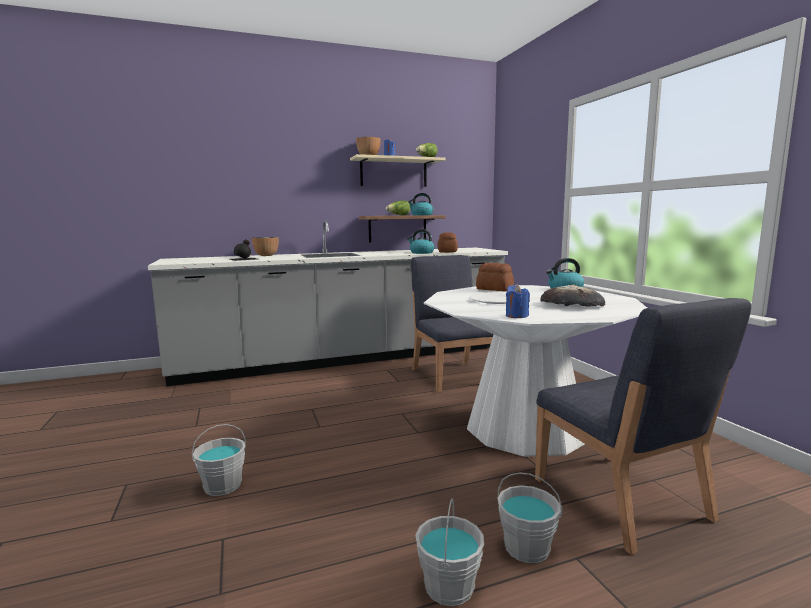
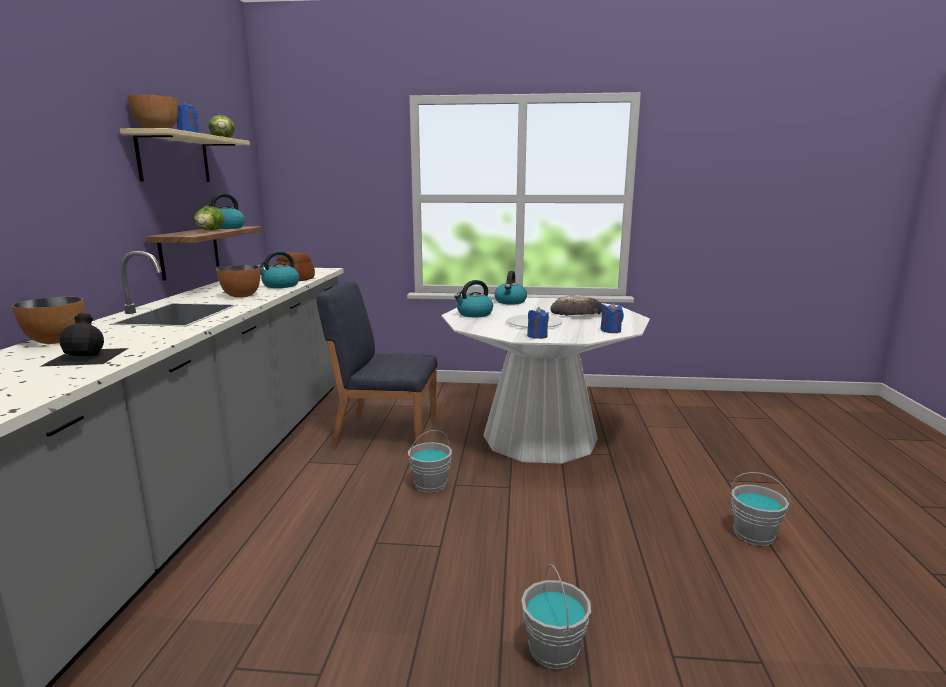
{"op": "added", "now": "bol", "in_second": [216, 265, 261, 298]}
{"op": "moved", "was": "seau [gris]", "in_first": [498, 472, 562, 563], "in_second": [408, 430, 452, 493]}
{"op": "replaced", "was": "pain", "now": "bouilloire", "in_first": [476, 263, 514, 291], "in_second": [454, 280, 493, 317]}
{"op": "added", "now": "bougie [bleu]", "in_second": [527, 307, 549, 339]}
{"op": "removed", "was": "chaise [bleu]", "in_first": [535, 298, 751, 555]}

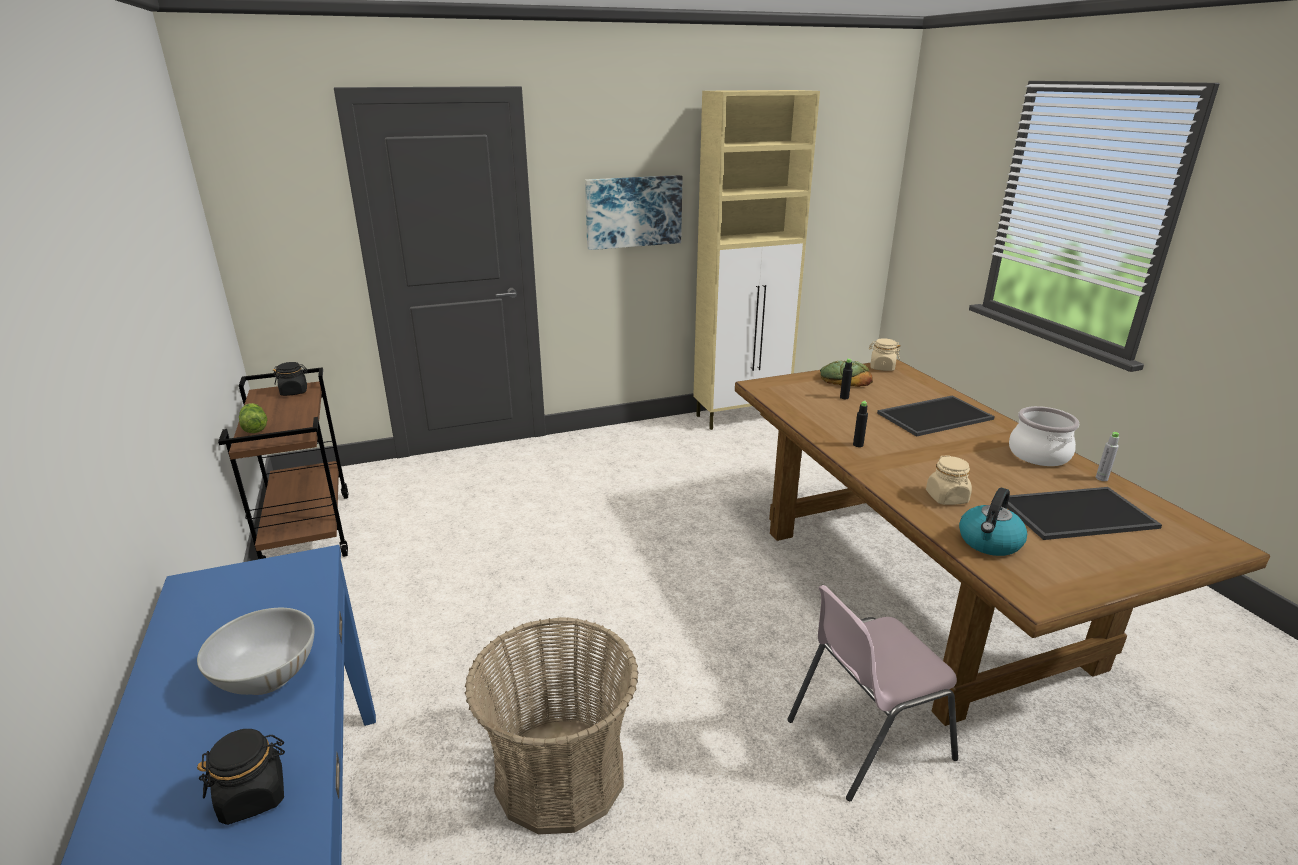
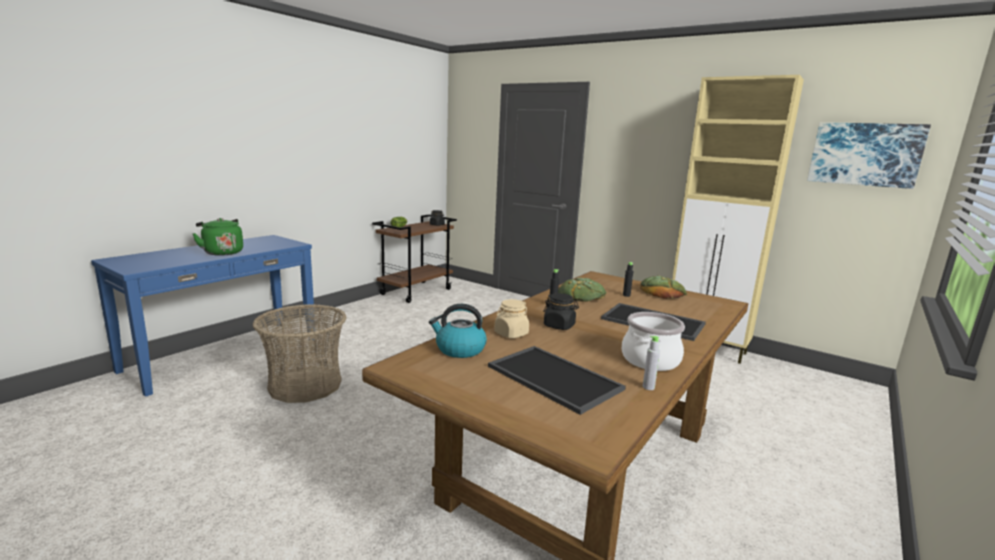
{"op": "replaced", "was": "bol [blanc]", "now": "bouilloire [vert]", "in_first": [197, 608, 315, 695], "in_second": [192, 218, 243, 256]}
{"op": "moved", "was": "bocal [noir]", "in_first": [197, 729, 285, 825], "in_second": [543, 293, 579, 330]}
{"op": "added", "now": "pain", "in_second": [558, 278, 606, 302]}
{"op": "moved", "was": "tableau", "in_first": [585, 175, 682, 250], "in_second": [807, 122, 931, 189]}
{"op": "removed", "was": "chaise [rose]", "in_first": [787, 585, 958, 801]}
{"op": "removed", "was": "bocal [beige]", "in_first": [869, 338, 901, 371]}

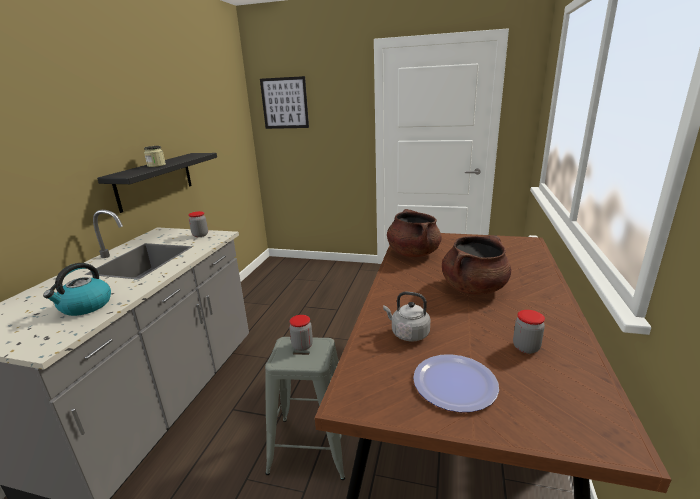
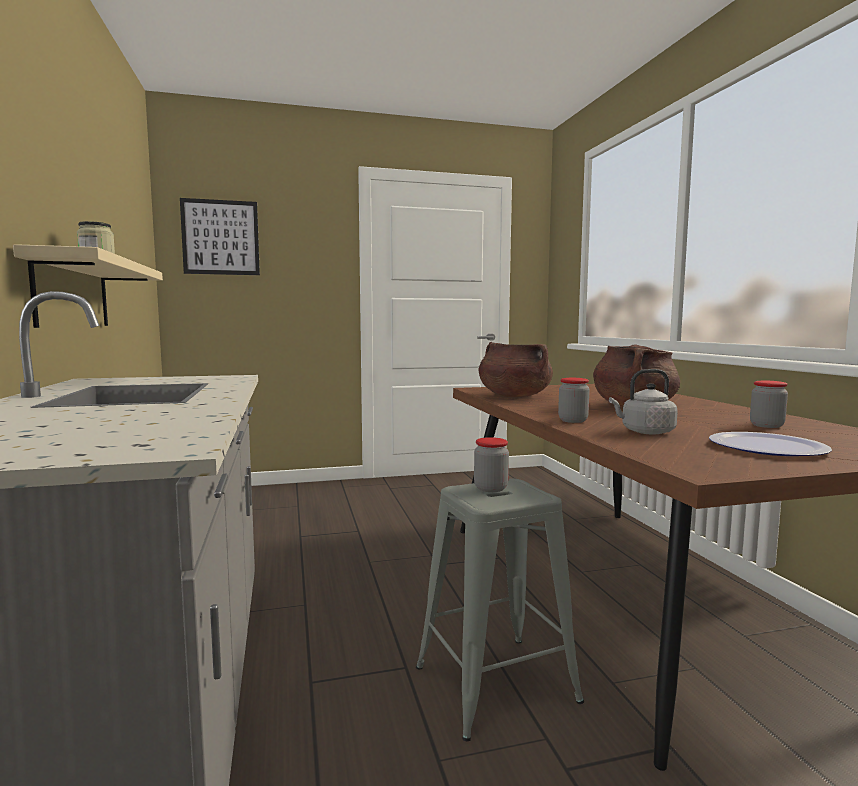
{"op": "recoloured", "was": "étagère [noir]", "now": "étagère [beige]", "in_first": [97, 153, 217, 213], "in_second": [13, 244, 163, 328]}
{"op": "moved", "was": "bocal", "in_first": [188, 211, 208, 237], "in_second": [558, 378, 590, 423]}
{"op": "removed", "was": "bouilloire", "in_first": [43, 263, 111, 316]}

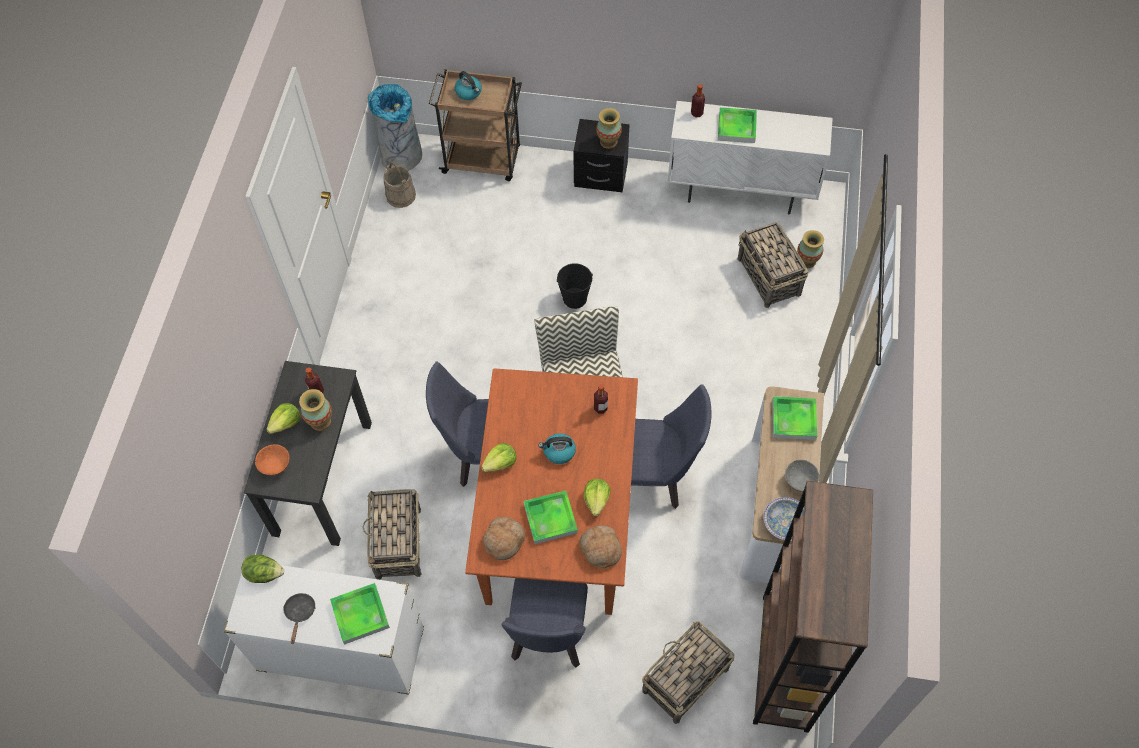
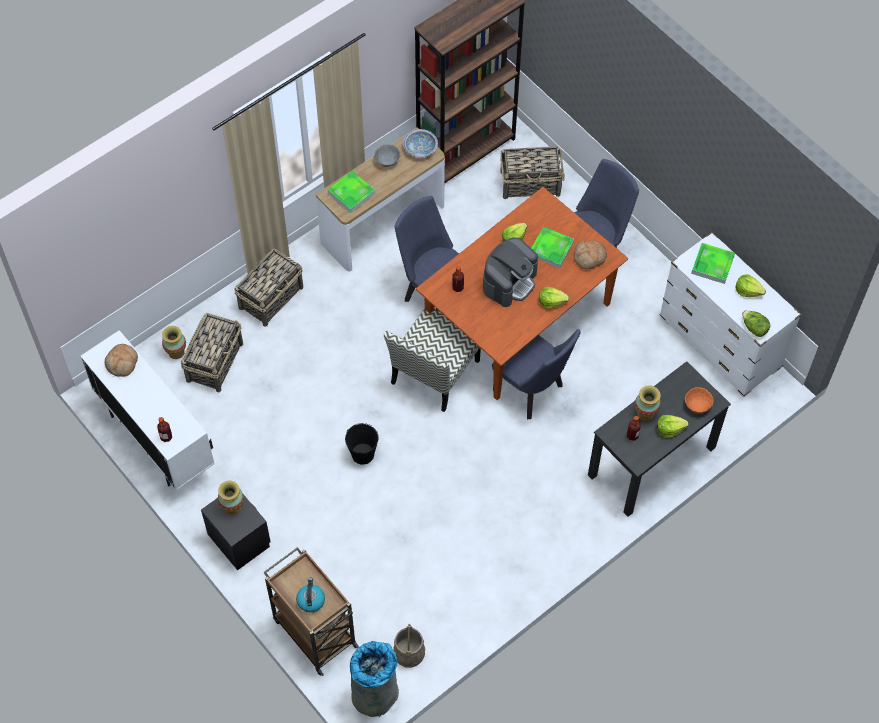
{"op": "moved", "was": "pain", "in_first": [579, 525, 622, 568], "in_second": [105, 344, 138, 377]}
{"op": "moved", "was": "panier", "in_first": [362, 489, 422, 580], "in_second": [234, 248, 303, 327]}
{"op": "replaced", "was": "bouilloire", "now": "machine à café", "in_first": [538, 433, 576, 464], "in_second": [483, 238, 538, 307]}
{"op": "replaced", "was": "poêle [noir]", "now": "laitue", "in_first": [283, 593, 316, 644], "in_second": [735, 274, 766, 297]}
{"op": "removed", "was": "plateau", "in_first": [718, 107, 757, 143]}

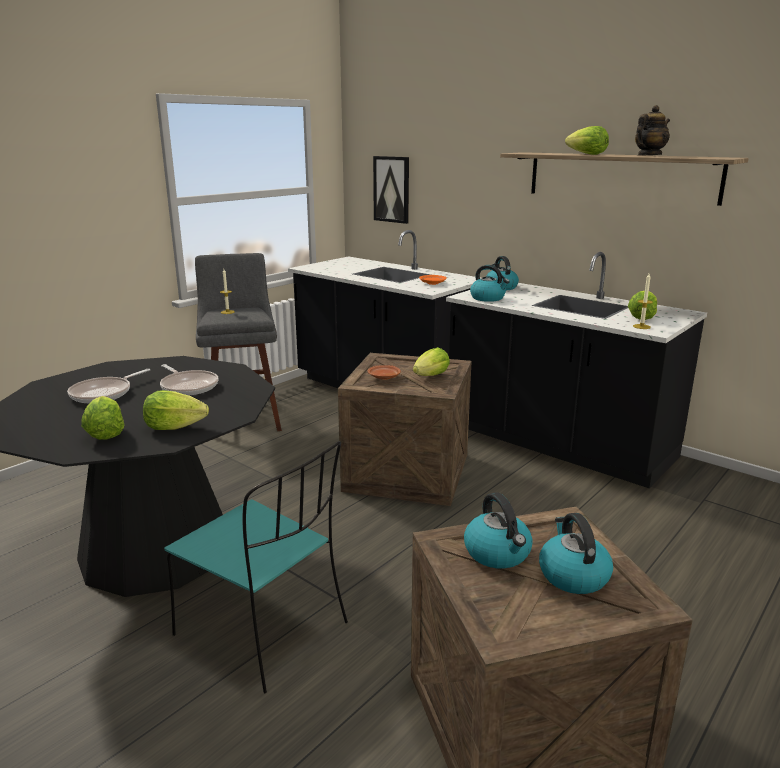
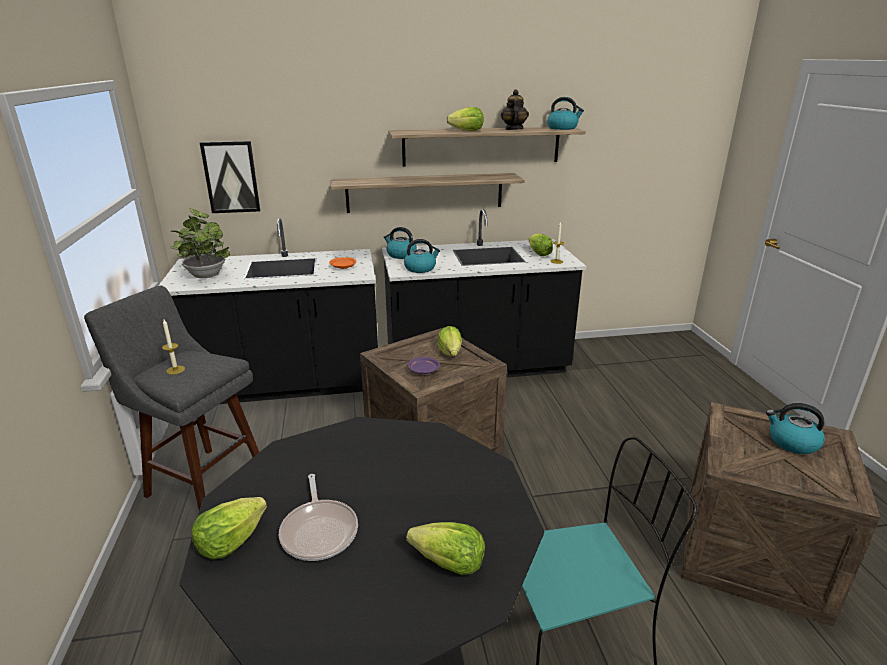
{"op": "added", "now": "plante en pot", "in_second": [170, 208, 230, 278]}
{"op": "moved", "was": "laitue", "in_first": [143, 390, 209, 430], "in_second": [191, 497, 267, 560]}
{"op": "added", "now": "étagère", "in_second": [331, 173, 524, 213]}
{"op": "recoloured", "was": "assiette [marron]", "now": "assiette [violet]", "in_first": [367, 365, 401, 380], "in_second": [408, 357, 440, 374]}
{"op": "moved", "was": "bouilloire", "in_first": [464, 492, 533, 569], "in_second": [547, 97, 584, 130]}
{"op": "removed", "was": "poêle", "in_first": [160, 364, 219, 395]}

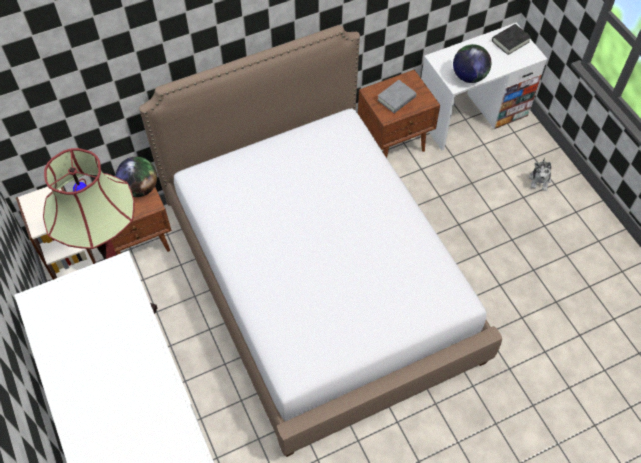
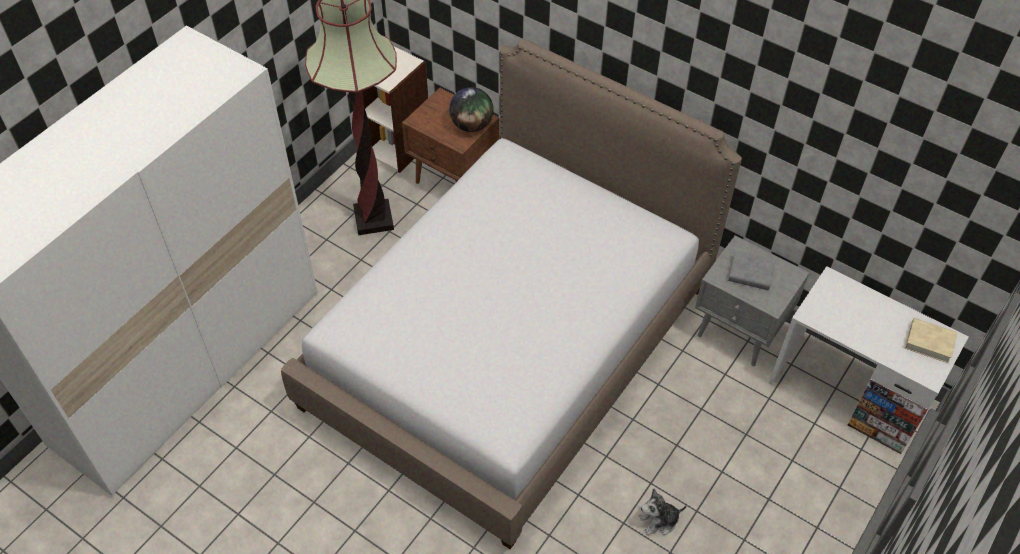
{"op": "moved", "was": "peluche", "in_first": [529, 158, 551, 191], "in_second": [639, 488, 687, 535]}
{"op": "recoloured", "was": "table de chevet [marron]", "now": "table de chevet [gris]", "in_first": [358, 70, 440, 158], "in_second": [695, 235, 810, 366]}
{"op": "recoloured", "was": "livre [noir]", "now": "livre [beige]", "in_first": [492, 24, 531, 55], "in_second": [905, 318, 958, 363]}
{"op": "removed", "was": "globe", "in_first": [453, 44, 491, 83]}

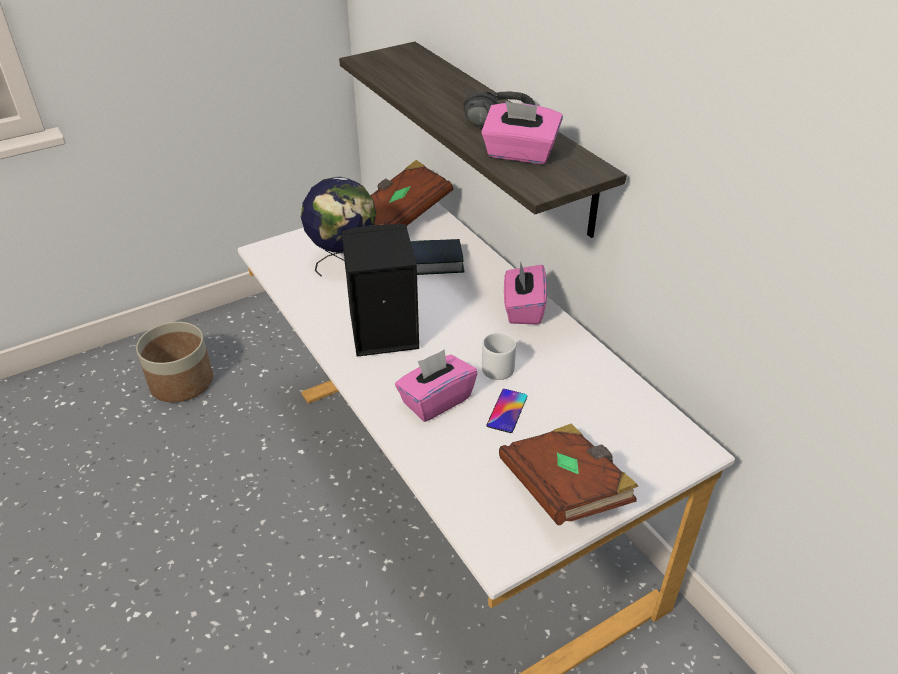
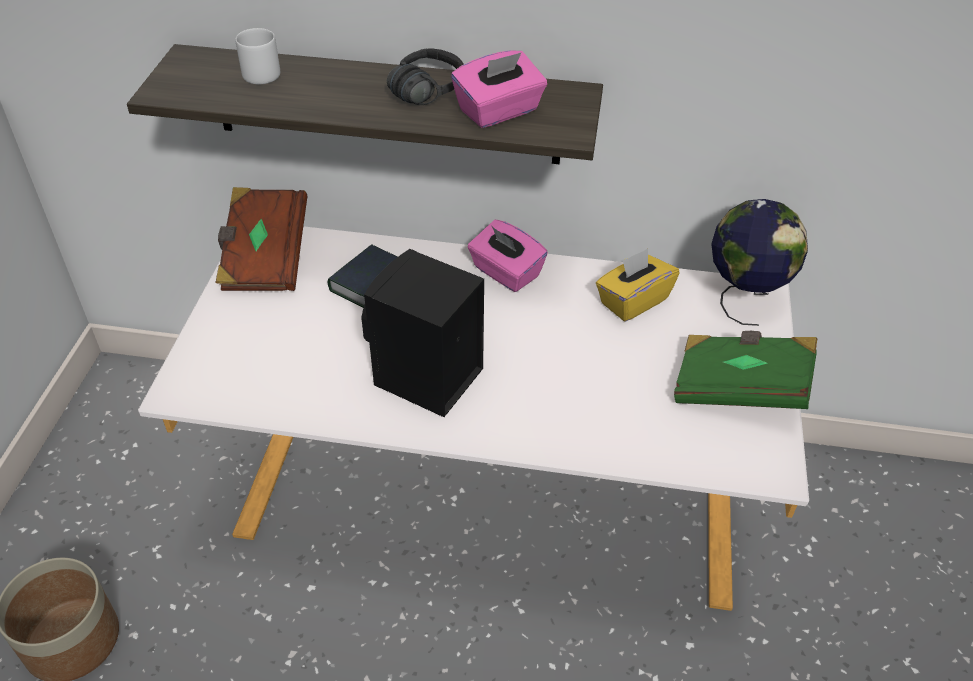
{"op": "moved", "was": "mug [blanc]", "in_first": [482, 332, 516, 380], "in_second": [235, 28, 280, 84]}
{"op": "added", "now": "boîte à mouchoirs [jaune]", "in_second": [596, 248, 679, 322]}
{"op": "recoloured", "was": "livre [marron]", "now": "livre [vert]", "in_first": [499, 424, 638, 526], "in_second": [674, 331, 817, 409]}
{"op": "moved", "was": "globe", "in_first": [301, 177, 376, 277], "in_second": [711, 199, 808, 326]}
{"op": "removed", "was": "boîte à mouchoirs [rose]", "in_first": [395, 349, 478, 422]}
{"op": "removed", "was": "téléphone", "in_first": [486, 389, 528, 433]}

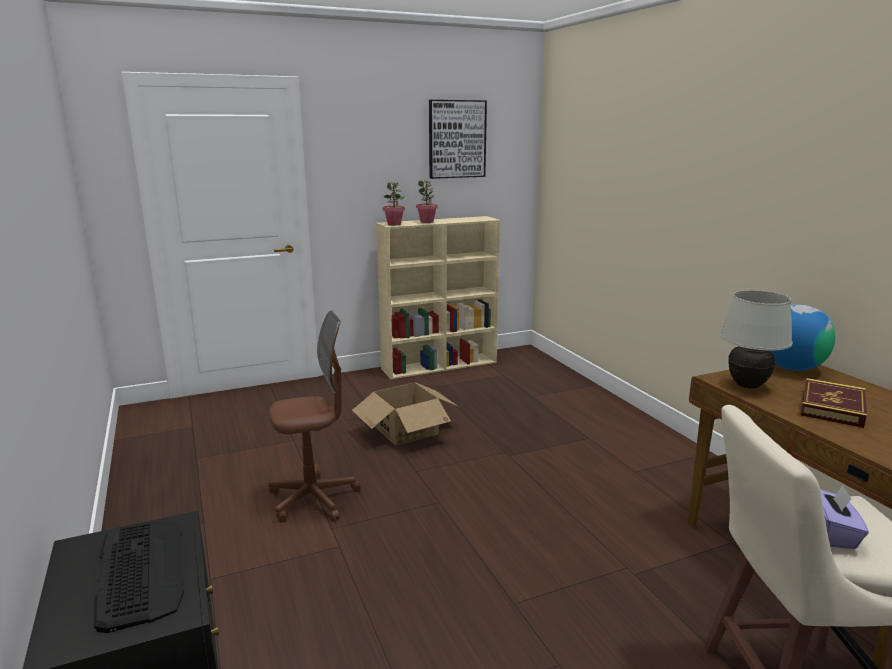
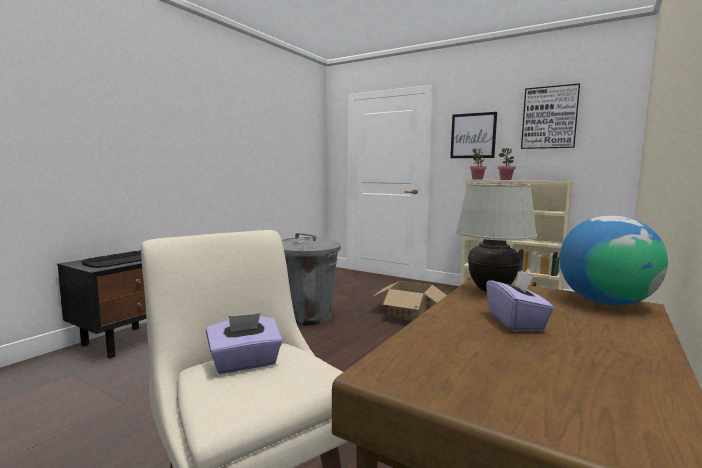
{"op": "replaced", "was": "chaise de bureau [marron]", "now": "poubelle [gris]", "in_first": [269, 310, 361, 523], "in_second": [282, 233, 341, 326]}
{"op": "added", "now": "tableau", "in_second": [450, 112, 497, 158]}
{"op": "replaced", "was": "livre", "now": "boîte à mouchoirs [violet]", "in_first": [800, 378, 867, 428], "in_second": [486, 271, 554, 331]}

